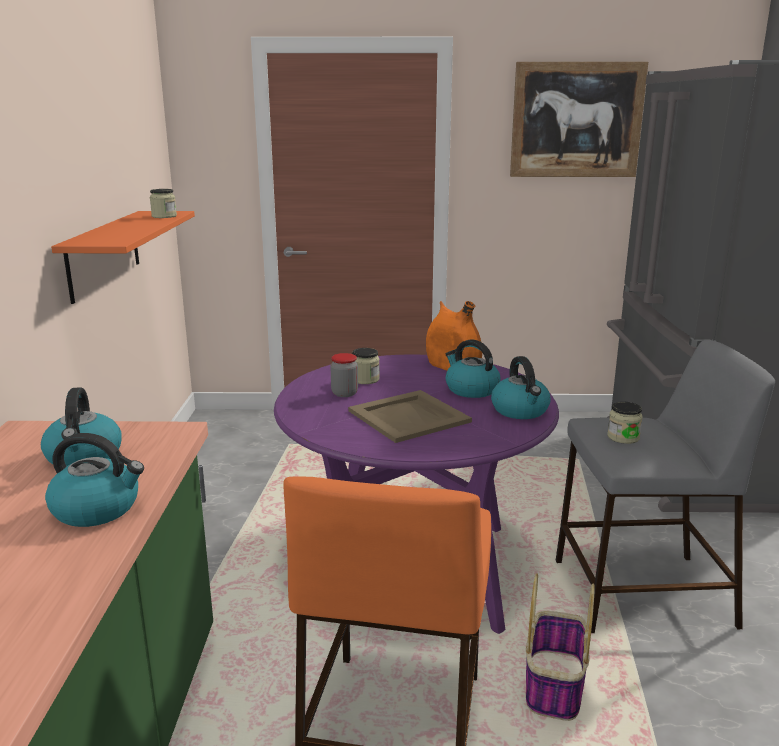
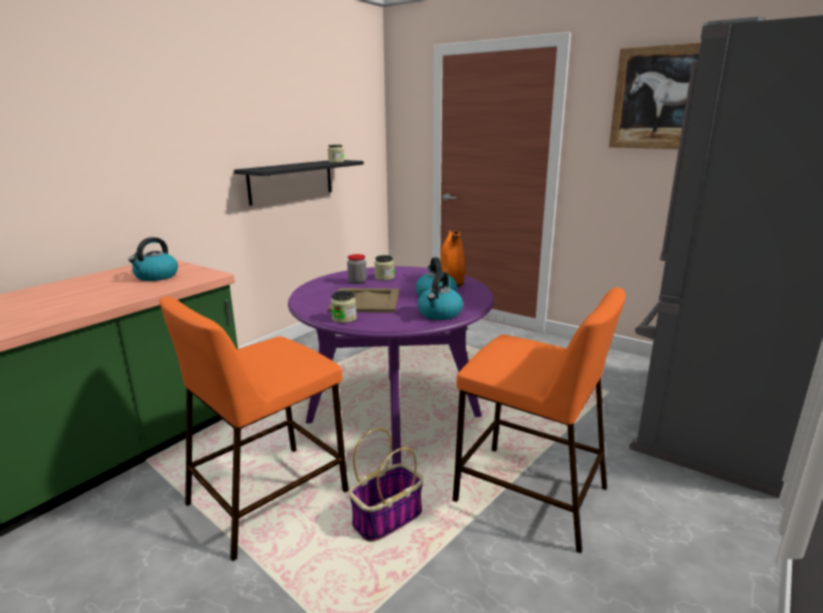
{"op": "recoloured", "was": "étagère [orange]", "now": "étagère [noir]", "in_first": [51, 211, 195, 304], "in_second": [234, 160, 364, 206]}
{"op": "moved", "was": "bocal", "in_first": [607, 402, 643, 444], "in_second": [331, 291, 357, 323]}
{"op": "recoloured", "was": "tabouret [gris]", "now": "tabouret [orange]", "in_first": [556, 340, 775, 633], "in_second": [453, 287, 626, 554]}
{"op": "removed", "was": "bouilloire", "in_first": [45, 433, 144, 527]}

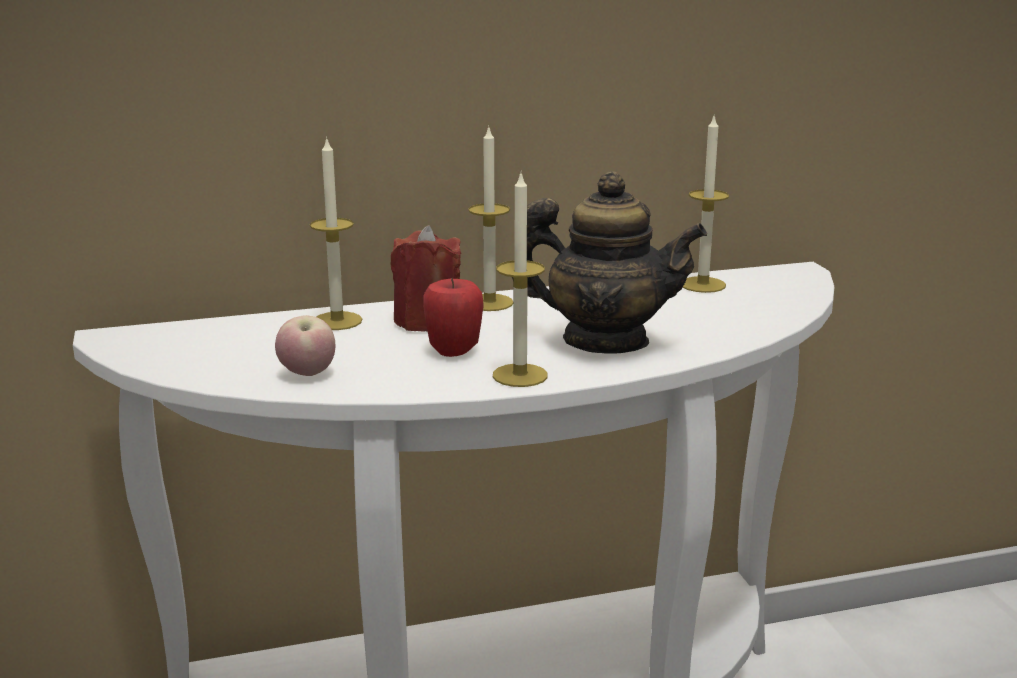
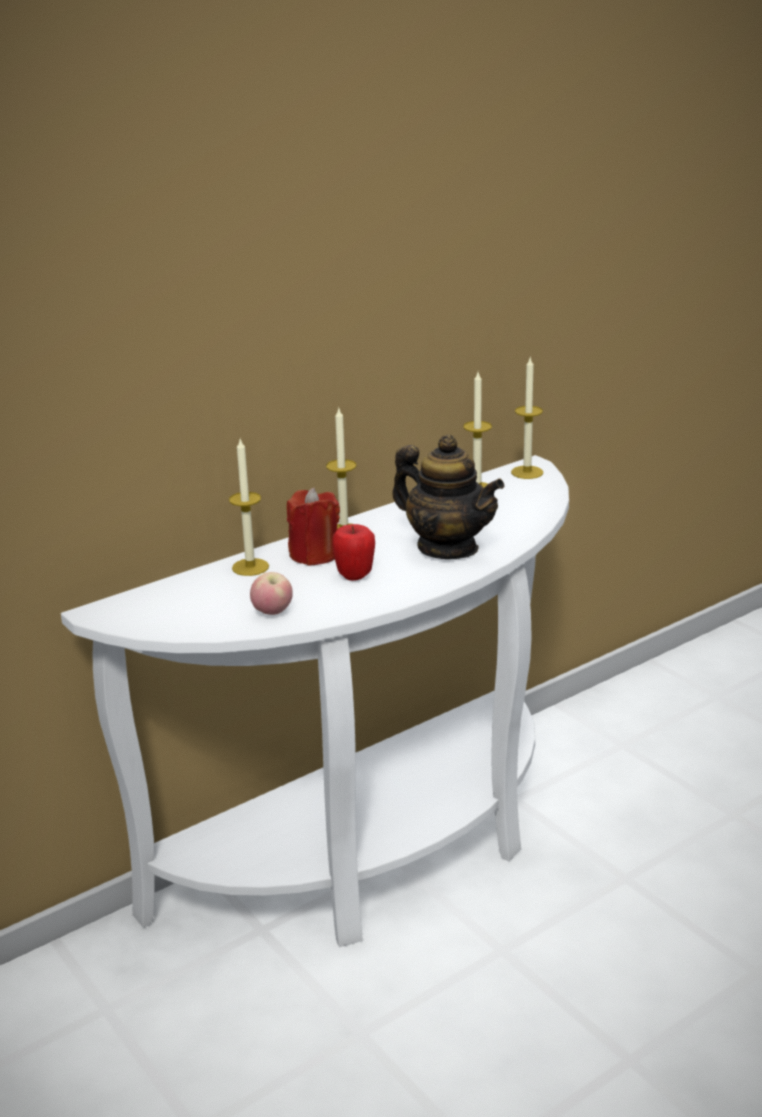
{"op": "turned", "was": "théière", "in_first": [512, 171, 707, 354], "in_second": [392, 435, 505, 559], "clockwise": 45}
{"op": "moved", "was": "bougie", "in_first": [493, 174, 548, 387], "in_second": [511, 358, 543, 479]}

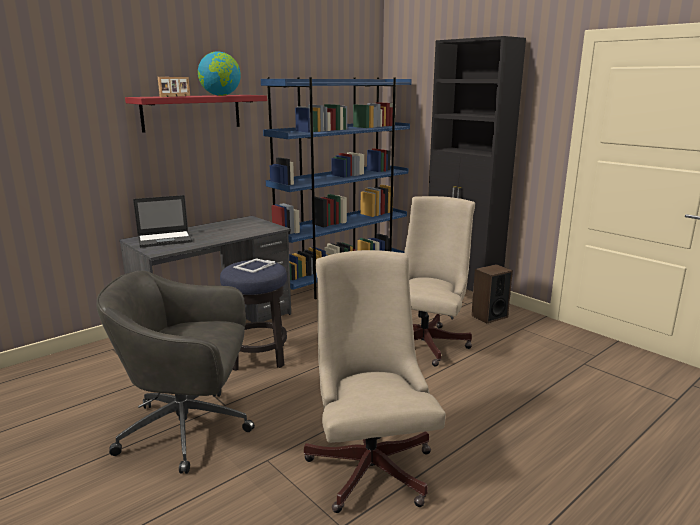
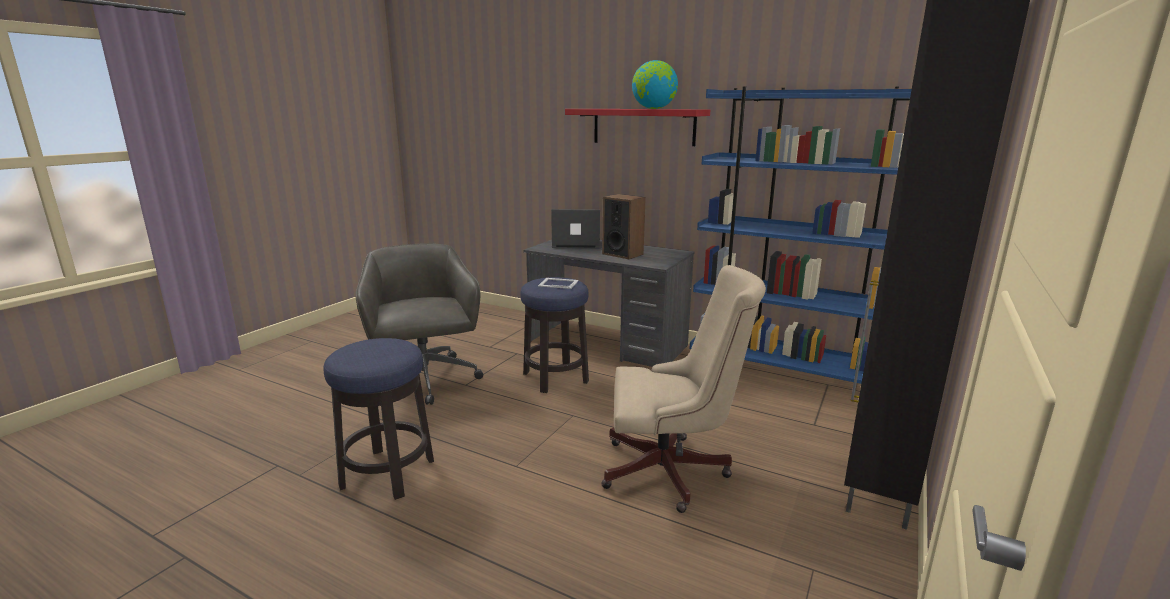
{"op": "replaced", "was": "chaise de bureau [beige]", "now": "tabouret", "in_first": [304, 250, 446, 513], "in_second": [324, 338, 434, 500]}
{"op": "turned", "was": "ordinateur portable", "in_first": [133, 195, 193, 248], "in_second": [551, 209, 601, 249], "clockwise": 135}
{"op": "moved", "was": "enceinte", "in_first": [471, 264, 513, 323], "in_second": [602, 194, 646, 259]}
{"op": "removed", "was": "cadre photo", "in_first": [158, 77, 190, 97]}

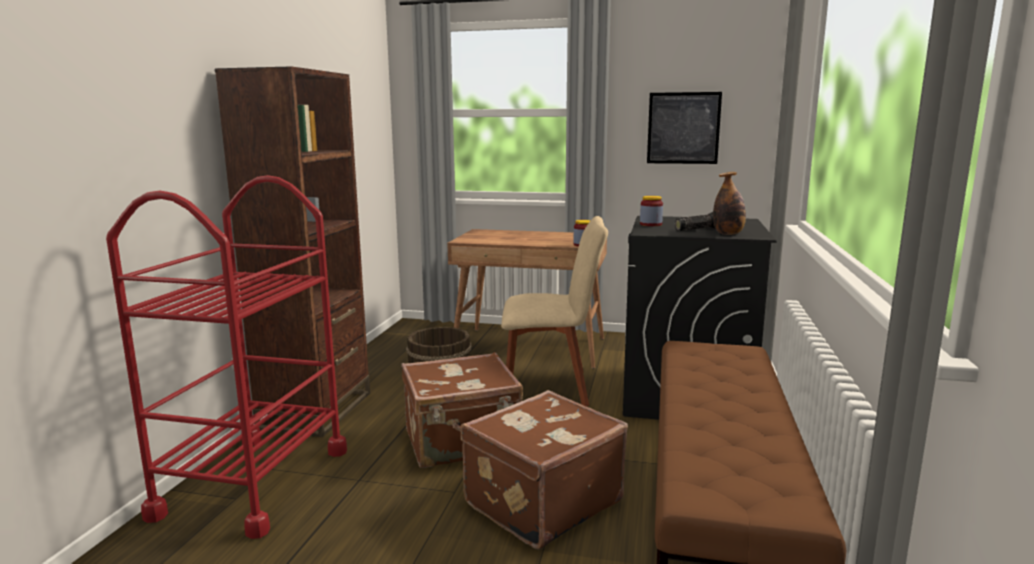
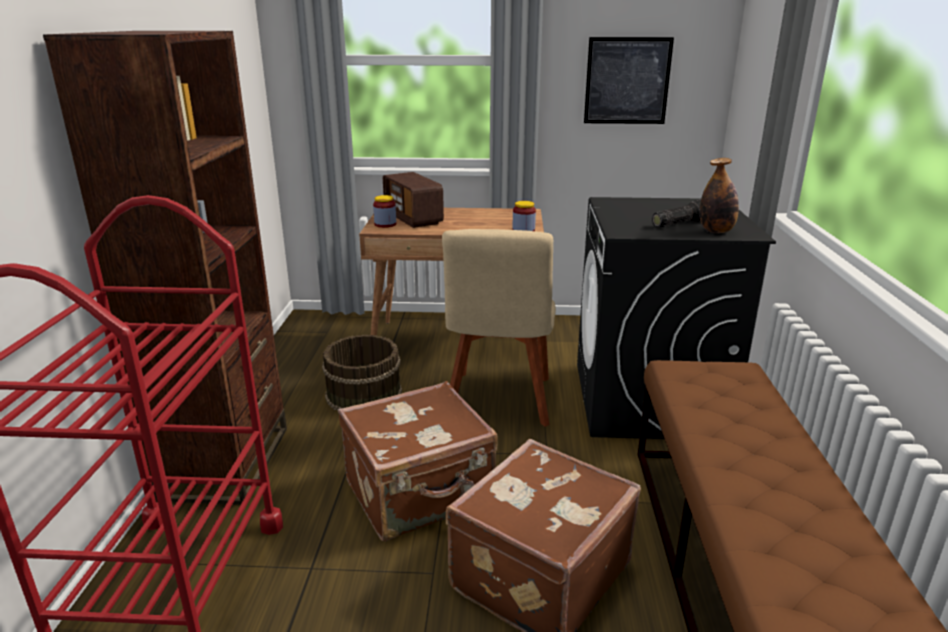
{"op": "moved", "was": "bocal", "in_first": [640, 196, 663, 226], "in_second": [373, 195, 396, 228]}
{"op": "added", "now": "radio", "in_second": [383, 172, 444, 228]}
{"op": "turned", "was": "chaise [beige]", "in_first": [501, 216, 608, 407], "in_second": [442, 229, 556, 427], "clockwise": 105}

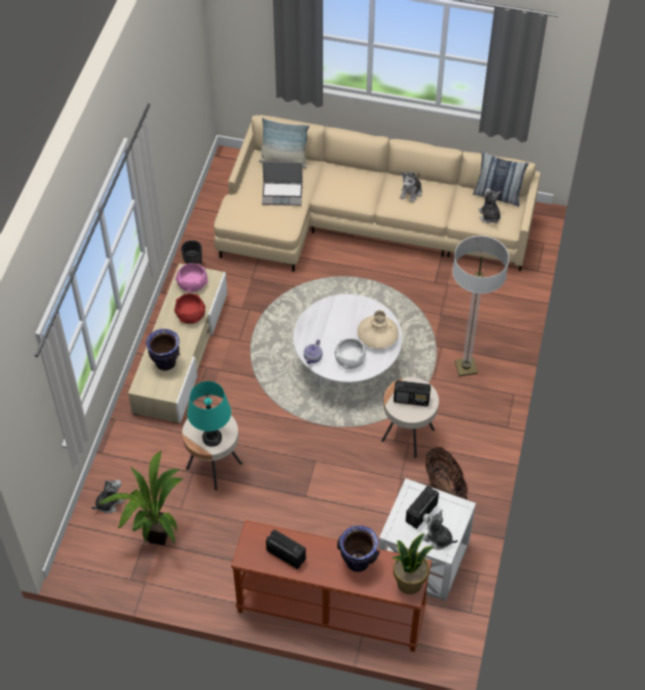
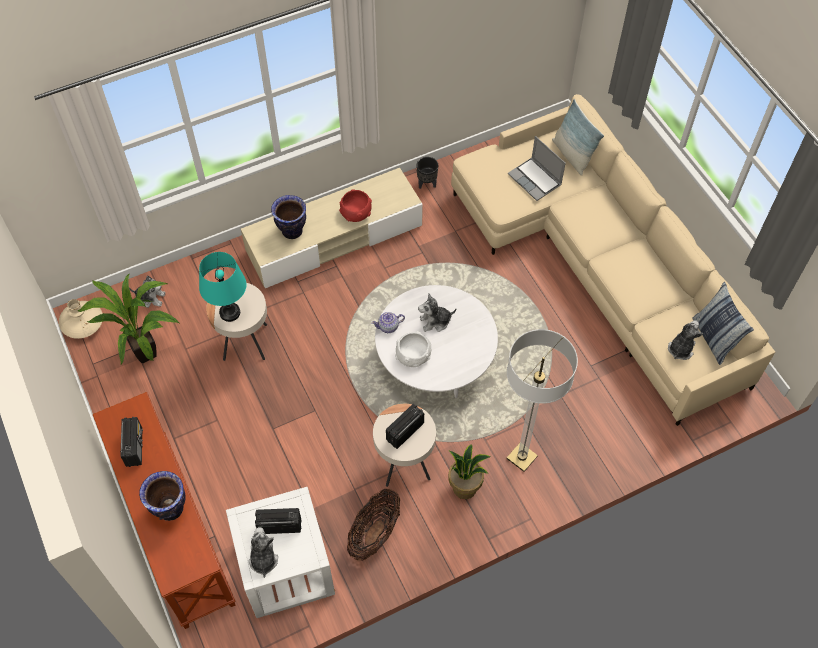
{"op": "moved", "was": "vase [beige]", "in_first": [357, 310, 399, 349], "in_second": [59, 299, 103, 339]}
{"op": "turned", "was": "radio", "in_first": [394, 380, 431, 406], "in_second": [386, 404, 424, 449], "clockwise": 75}
{"op": "moved", "was": "peluche", "in_first": [400, 171, 422, 203], "in_second": [418, 293, 456, 332]}
{"op": "moved", "was": "plante en pot", "in_first": [392, 533, 435, 595], "in_second": [449, 445, 491, 499]}
{"op": "removed", "was": "bol [rose]", "in_first": [175, 263, 208, 292]}

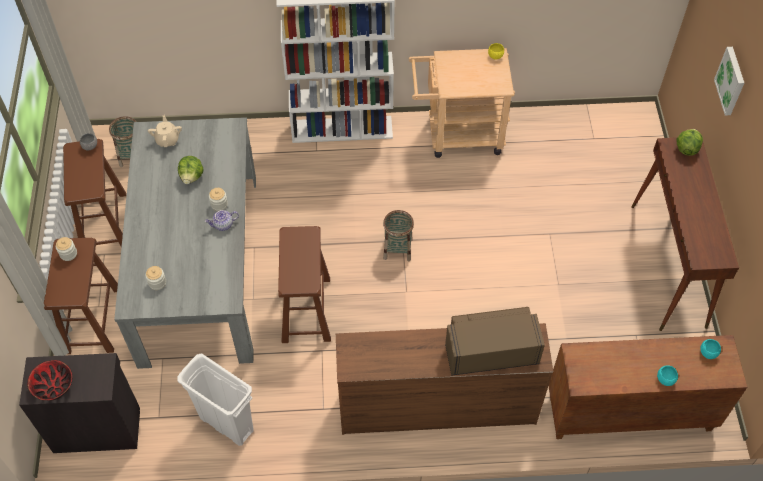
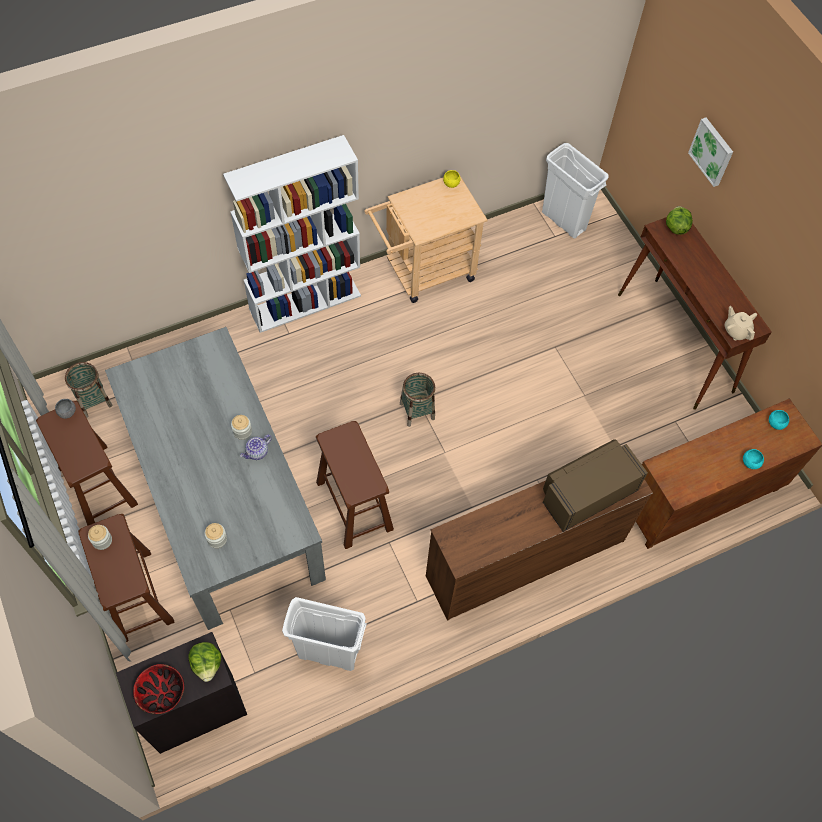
{"op": "moved", "was": "laitue", "in_first": [178, 156, 204, 184], "in_second": [188, 642, 221, 682]}
{"op": "added", "now": "poubelle [blanc]", "in_second": [542, 143, 608, 238]}
{"op": "moved", "was": "théière [beige]", "in_first": [148, 115, 182, 147], "in_second": [725, 306, 757, 341]}

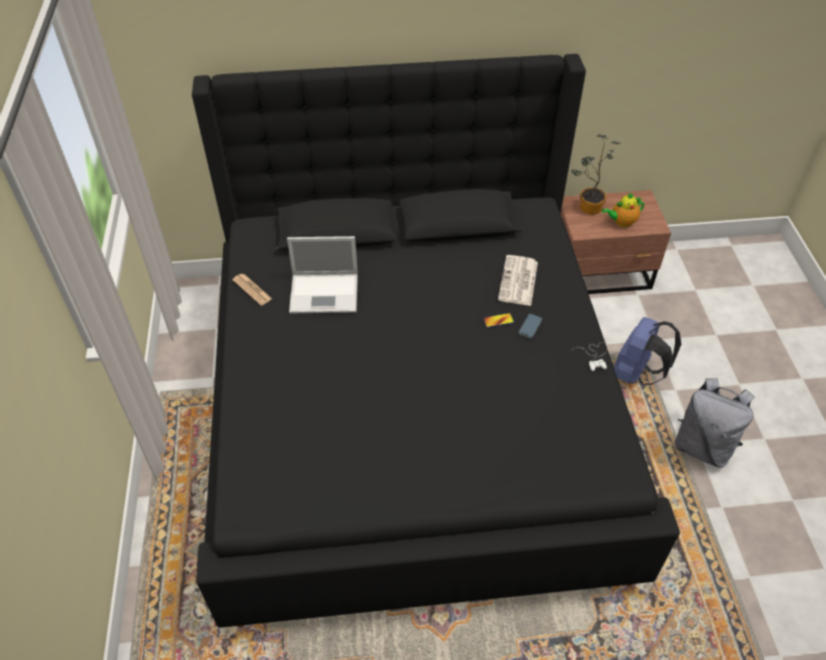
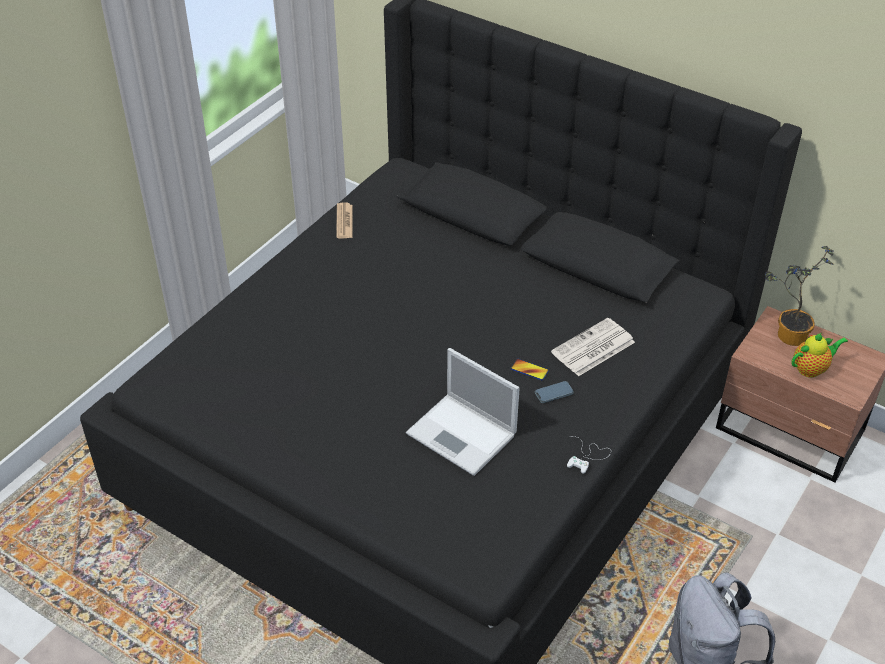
{"op": "moved", "was": "ordinateur portable", "in_first": [287, 236, 358, 313], "in_second": [406, 348, 520, 476]}
{"op": "turned", "was": "théière", "in_first": [602, 193, 644, 227], "in_second": [791, 333, 848, 378], "clockwise": 135}
{"op": "removed", "was": "sac à dos [bleu]", "in_first": [614, 317, 681, 385]}

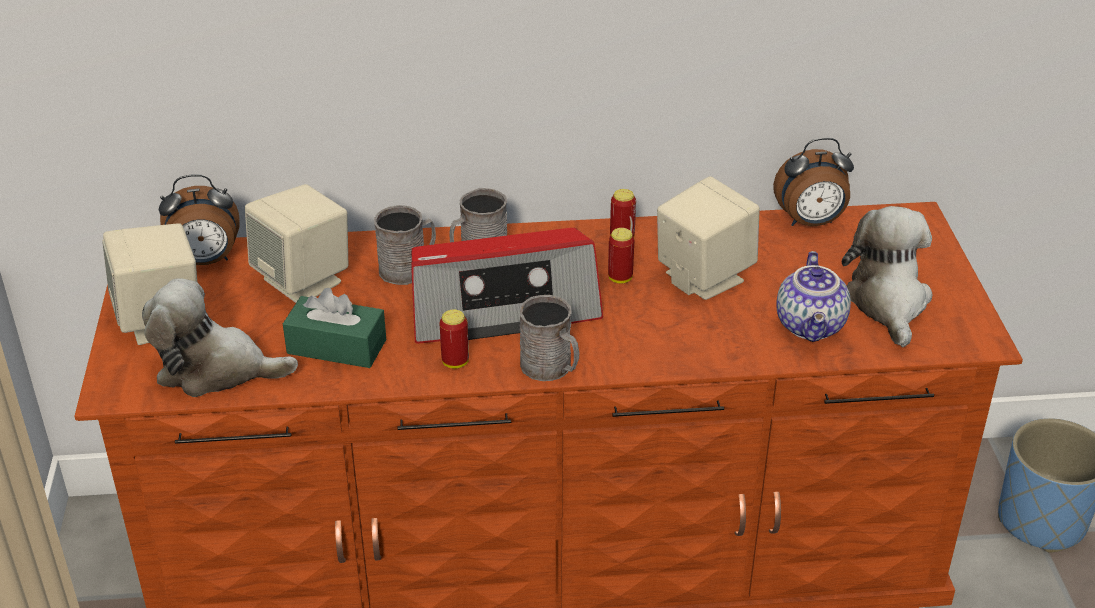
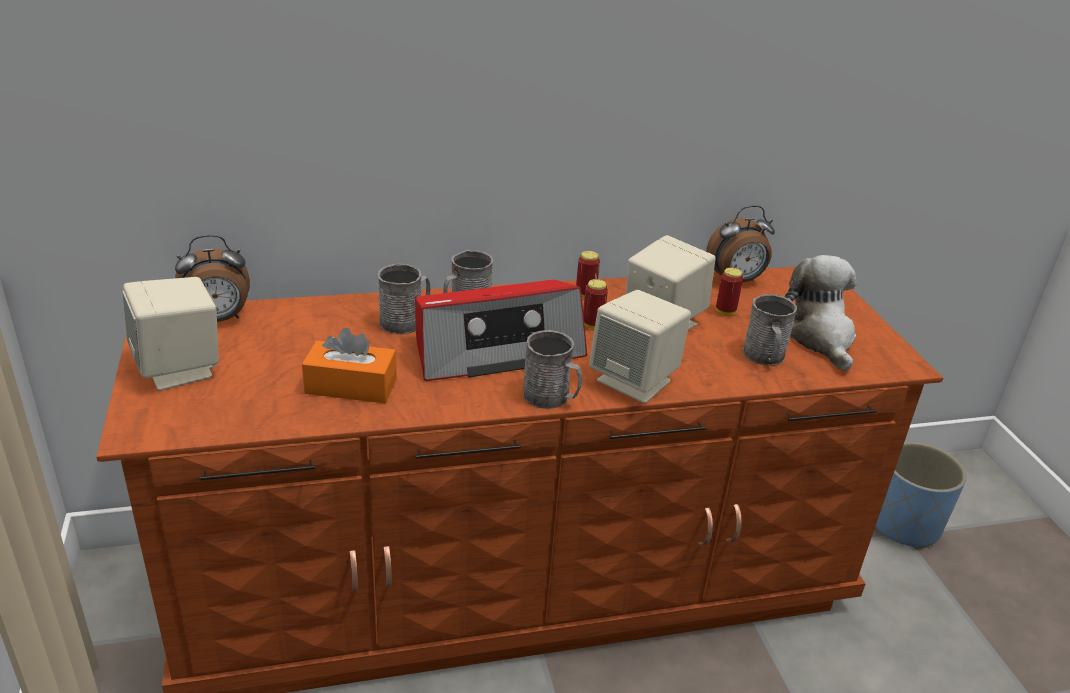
{"op": "recoloured", "was": "boîte à mouchoirs [vert]", "now": "boîte à mouchoirs [orange]", "in_first": [283, 288, 386, 368], "in_second": [302, 328, 397, 403]}
{"op": "moved", "was": "enceinte [beige]", "in_first": [245, 184, 349, 303], "in_second": [589, 290, 691, 403]}
{"op": "moved", "was": "boîte métallique", "in_first": [440, 310, 469, 369], "in_second": [716, 268, 743, 315]}
{"op": "replaced", "was": "théière", "now": "mug [gris]", "in_first": [776, 251, 851, 342], "in_second": [743, 294, 797, 366]}
{"op": "removed", "was": "peluche", "in_first": [142, 279, 298, 397]}

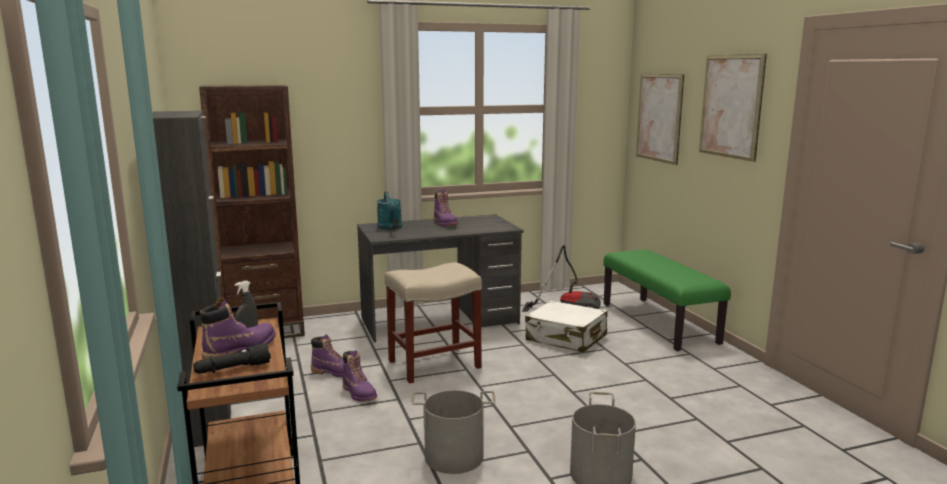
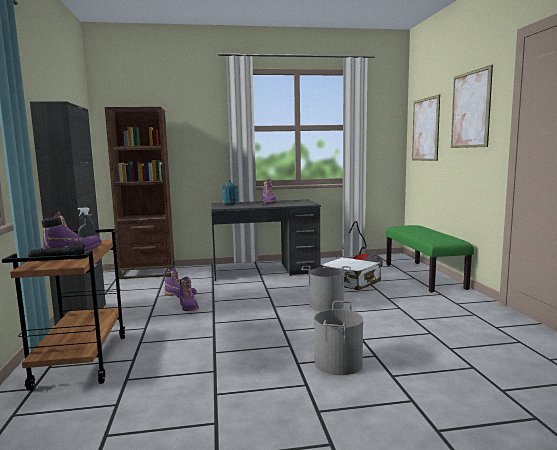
{"op": "moved", "was": "seau [gris]", "in_first": [411, 390, 496, 474], "in_second": [301, 266, 351, 311]}
{"op": "removed", "was": "tabouret [beige]", "in_first": [385, 262, 482, 384]}

